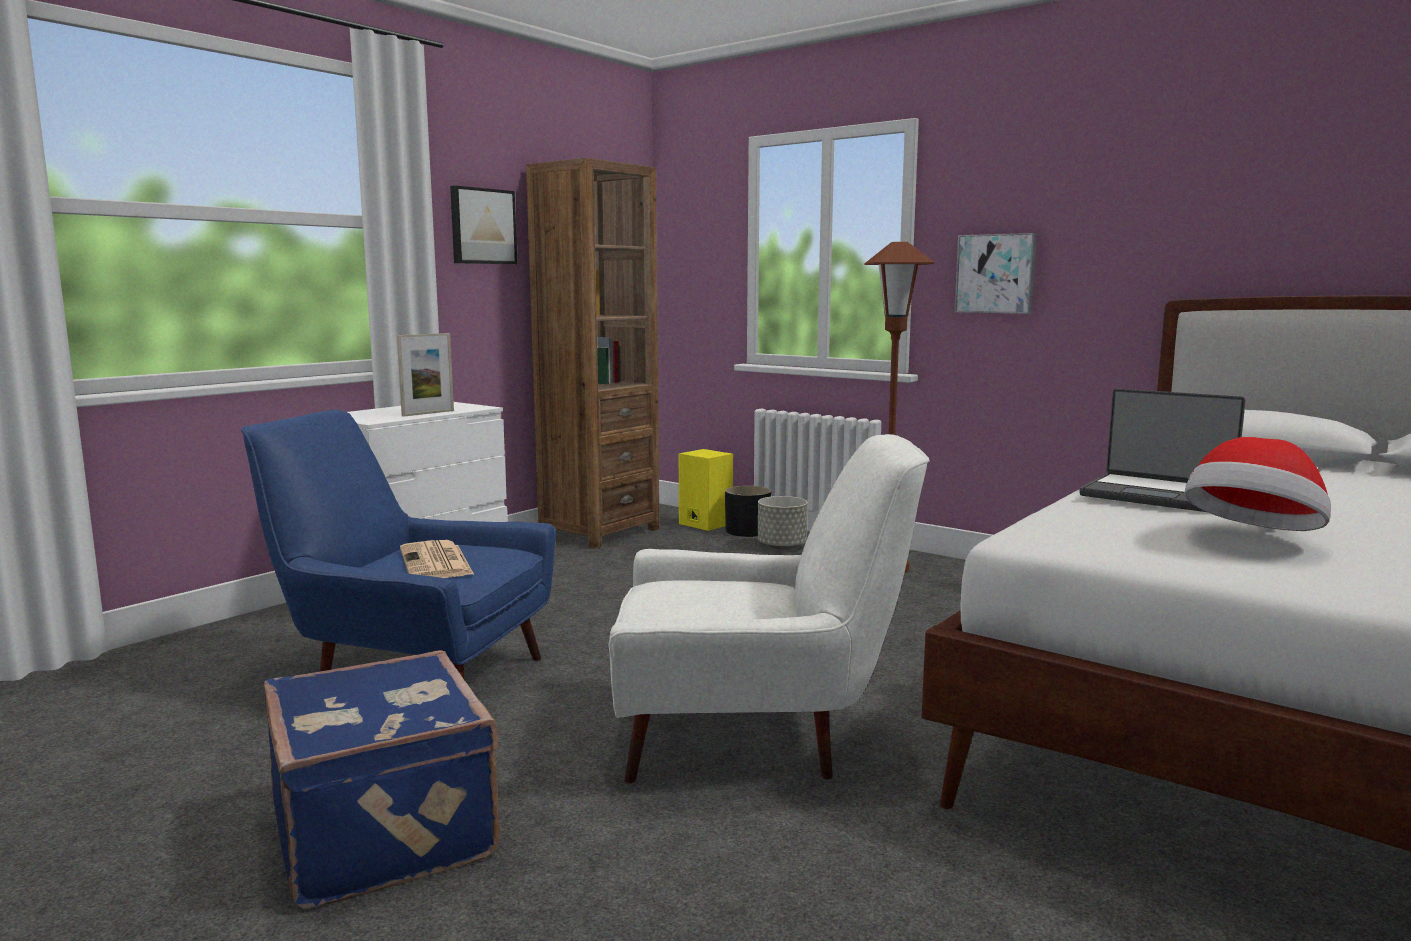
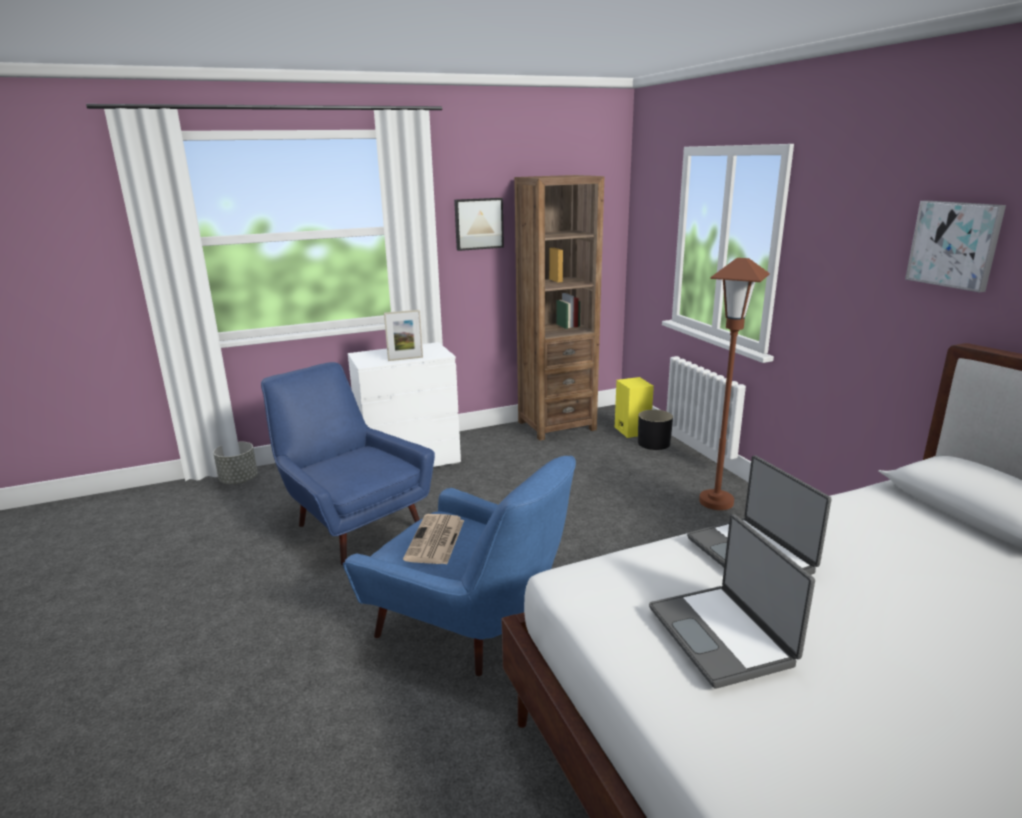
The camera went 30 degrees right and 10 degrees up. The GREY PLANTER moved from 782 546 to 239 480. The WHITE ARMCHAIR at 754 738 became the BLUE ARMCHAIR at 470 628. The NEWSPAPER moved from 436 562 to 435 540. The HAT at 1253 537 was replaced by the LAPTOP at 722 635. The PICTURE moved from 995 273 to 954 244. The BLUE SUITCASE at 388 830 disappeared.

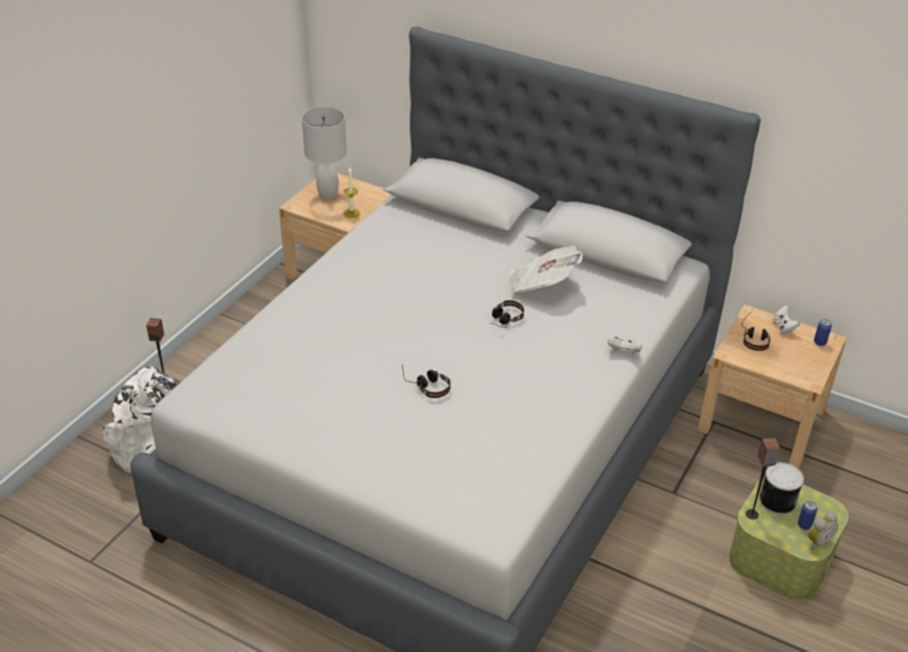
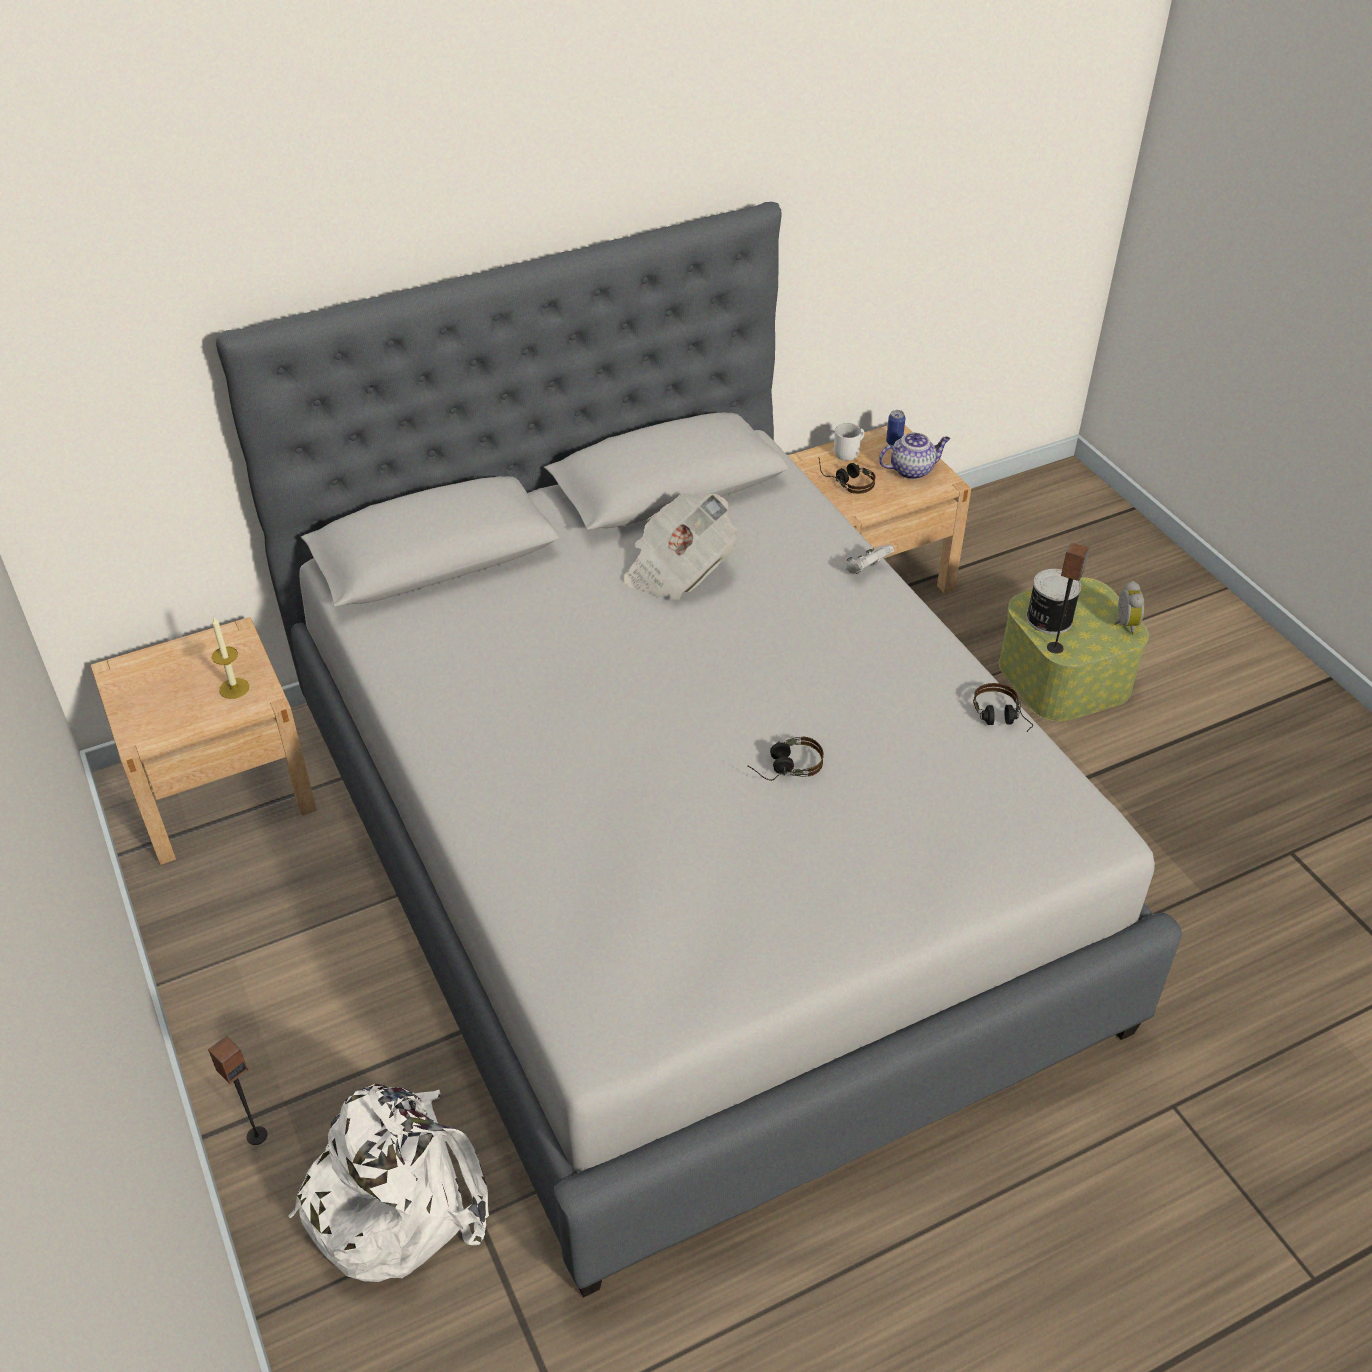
The camera went 55 degrees left and 5 degrees up. The WHITE GAME CONTROLLER at 783 327 was replaced by the WHITE MUG at 847 452. The TEAPOT at 912 470 appeared. The HEADPHONES moved from 503 321 to 1001 720. The WHITE TABLE LAMP at 327 194 disappeared. The CAN at 804 525 disappeared.

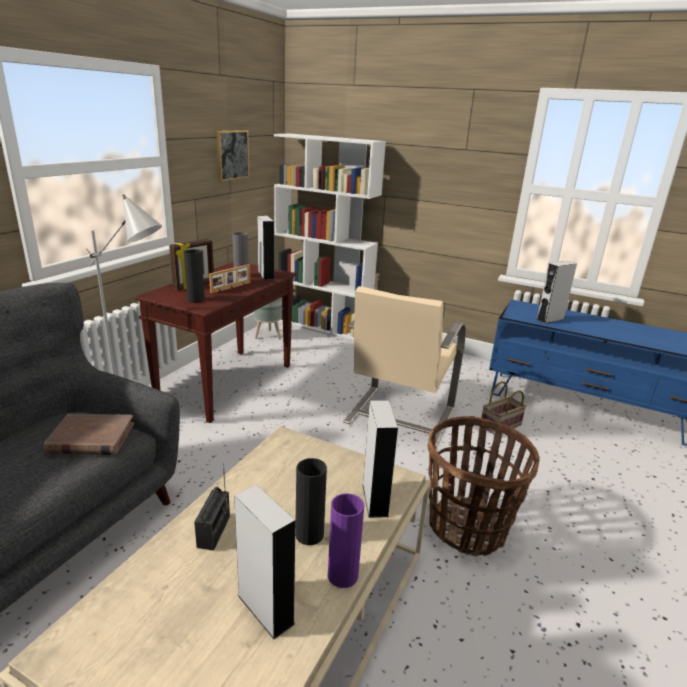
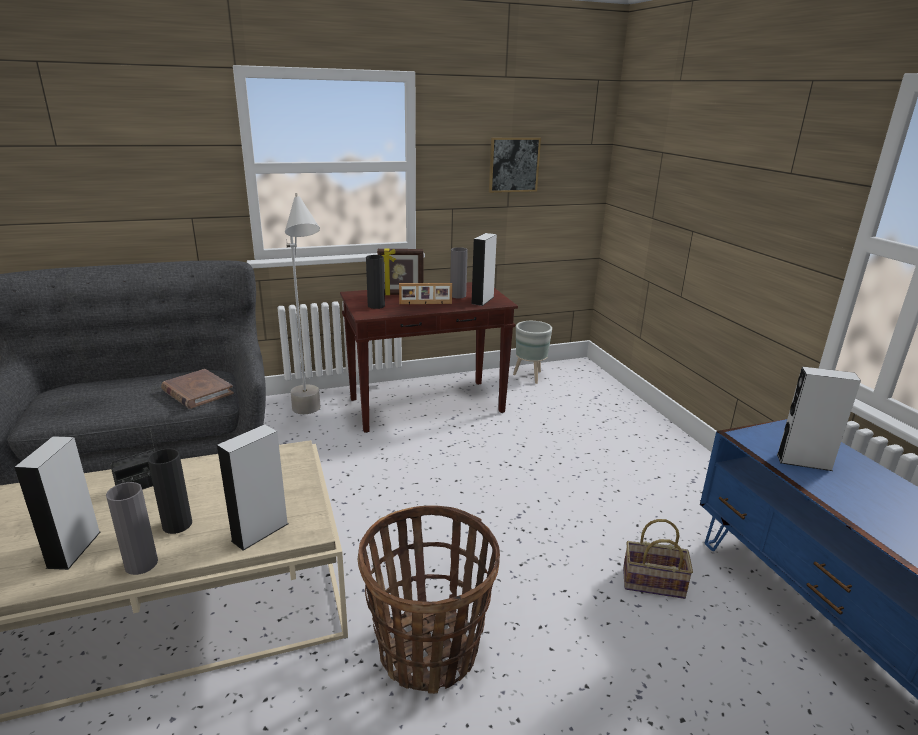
The camera went 45 degrees right and 0 degrees up. The PURPLE VASE at 342 575 became the GREY VASE at 141 564. The WHITE BOOKCASE at 322 327 disappeared. The BEIGE ARMCHAIR at 399 416 disappeared.

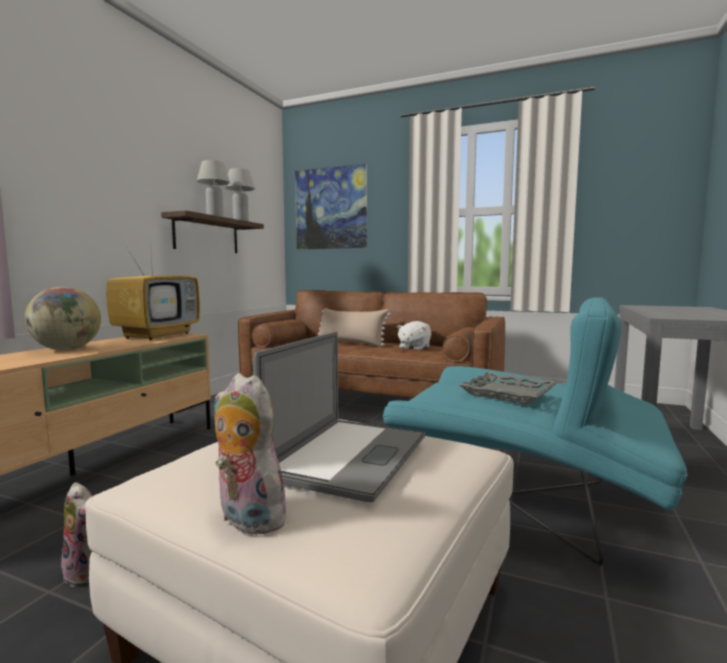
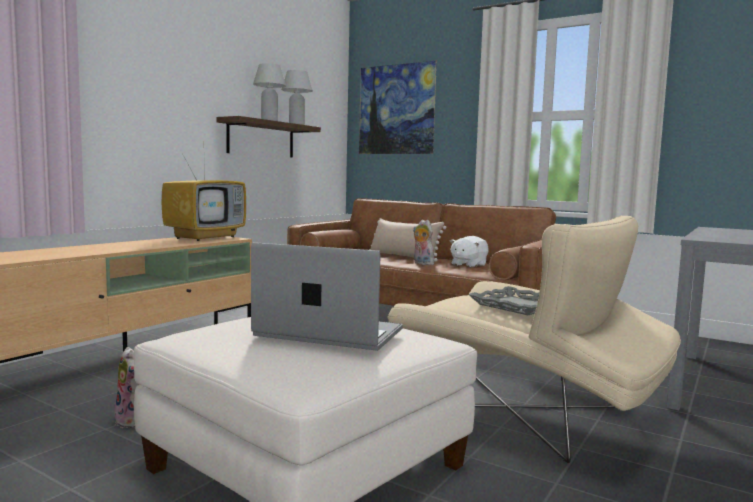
The camera went 10 degrees right and 0 degrees up. The LAPTOP at 349 455 turned 105 degrees counterclockwise. The TURQUOISE ARMCHAIR at 524 500 became the BEIGE ARMCHAIR at 530 413. The PLUSH TOY moved from 246 519 to 422 264. The GLOBE at 66 349 disappeared.

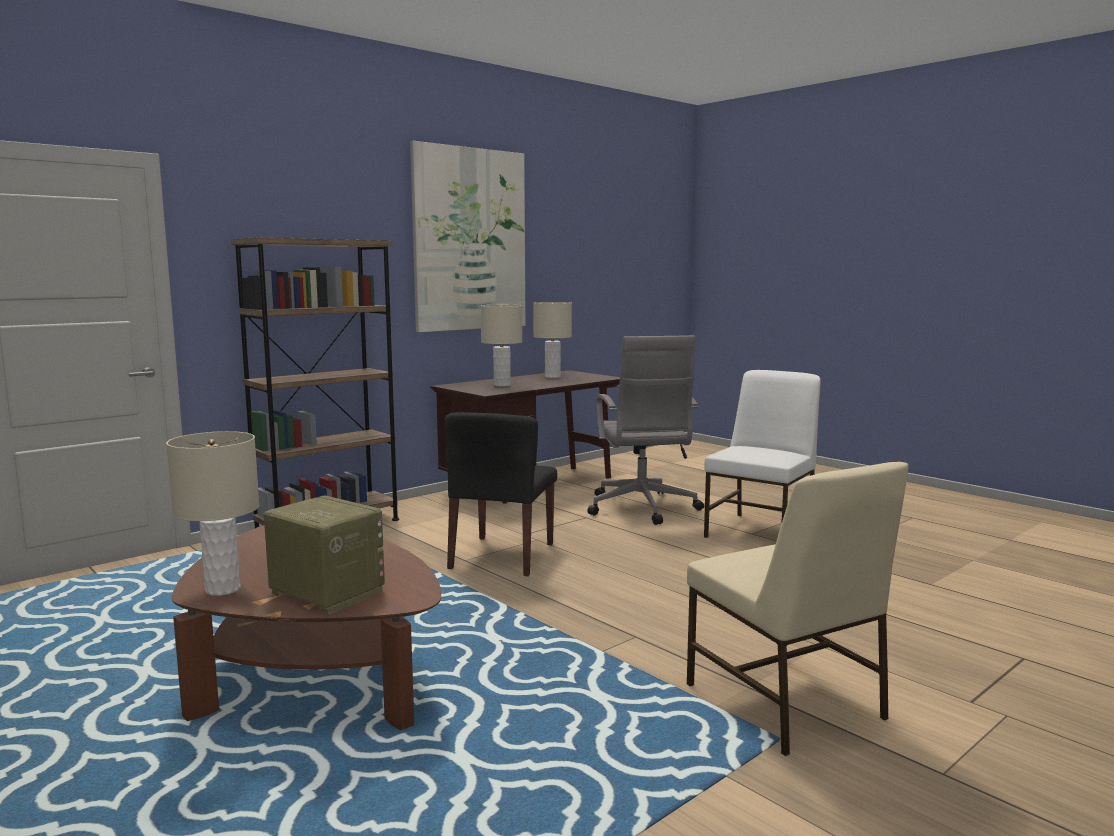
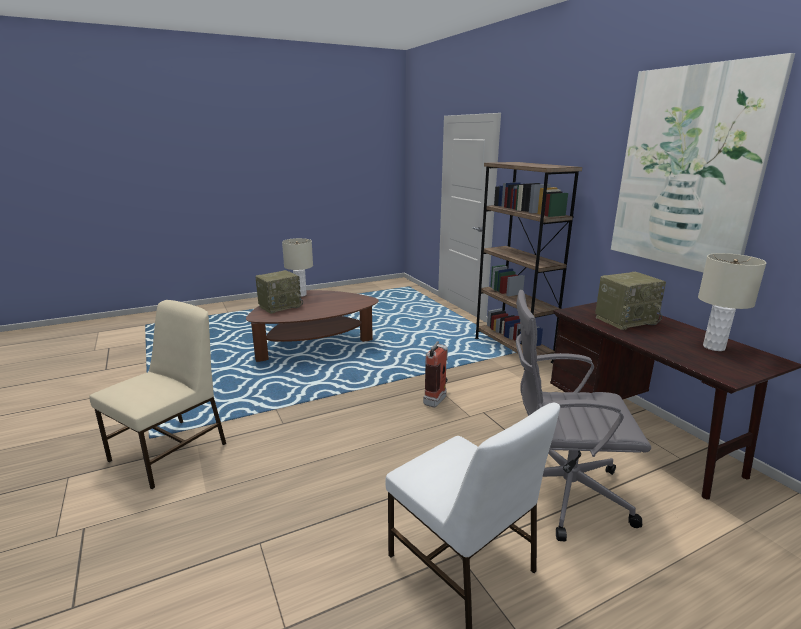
The camera went 105 degrees right and 10 degrees up. The BEIGE CHAIR at 784 703 turned 135 degrees clockwise. The BLACK CHAIR at 502 556 was replaced by the FIRE EXTINGUISHER at 437 398. The BEIGE TABLE LAMP at 501 385 was replaced by the RADIO at 625 320.

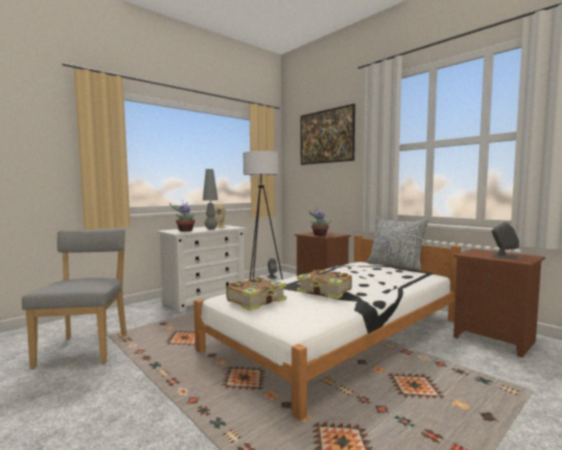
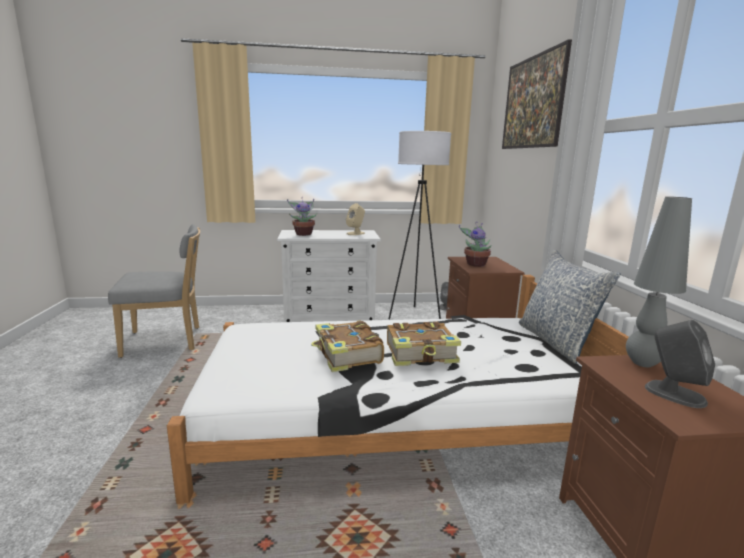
The camera went 35 degrees right and 10 degrees up. The GREY CHAIR at 86 348 turned 45 degrees clockwise. The BOOK moved from 257 301 to 421 354. The GREY TABLE LAMP moved from 211 229 to 642 364.

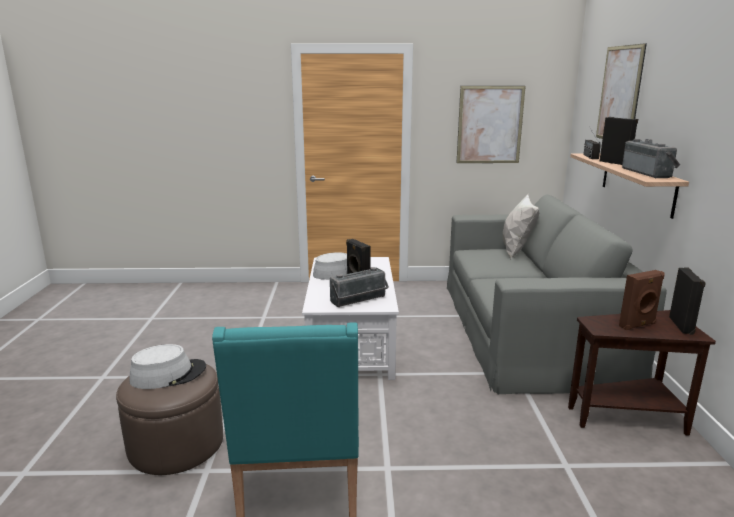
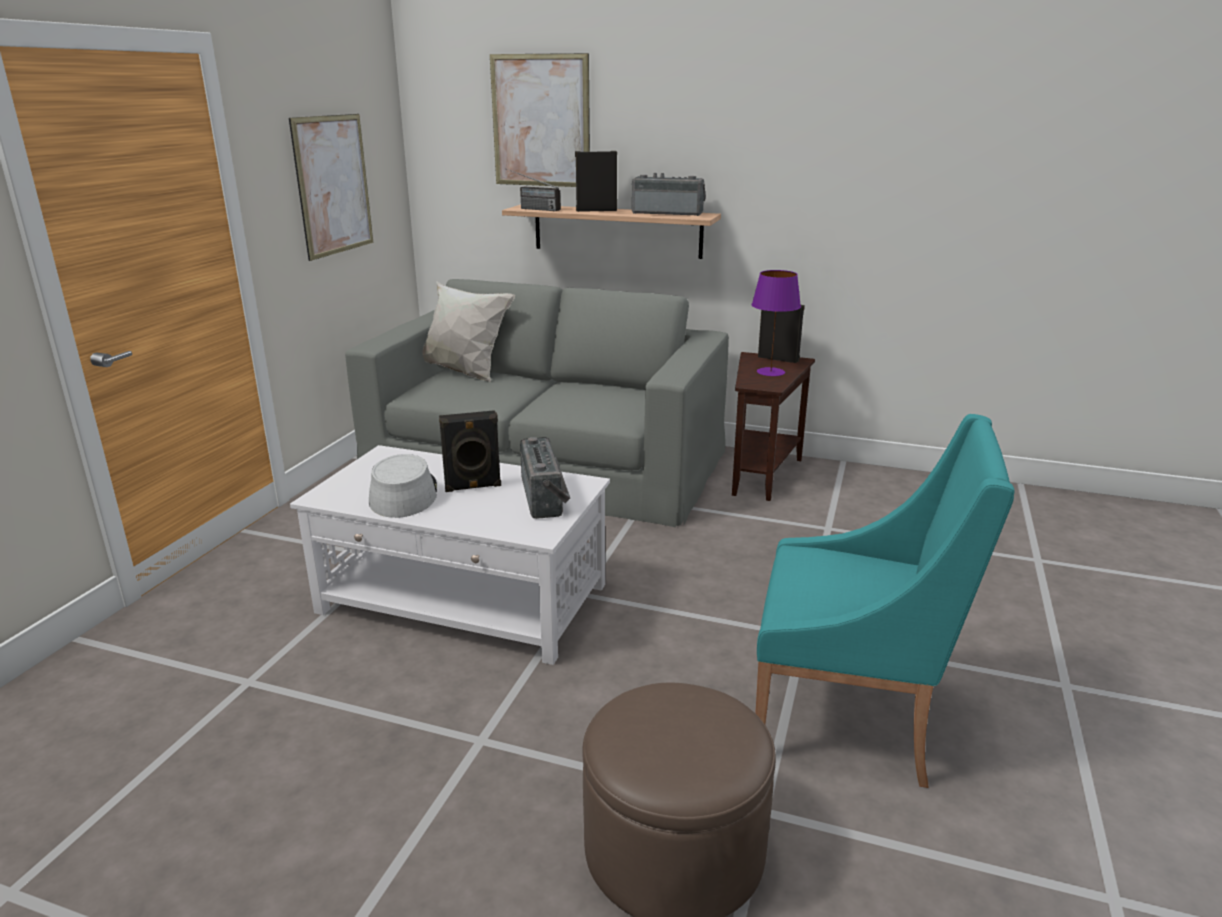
The camera went 70 degrees left and 5 degrees up. The BROWN SPEAKER at 638 325 was replaced by the PURPLE TABLE LAMP at 770 372. The GREY HAT at 168 374 disappeared.

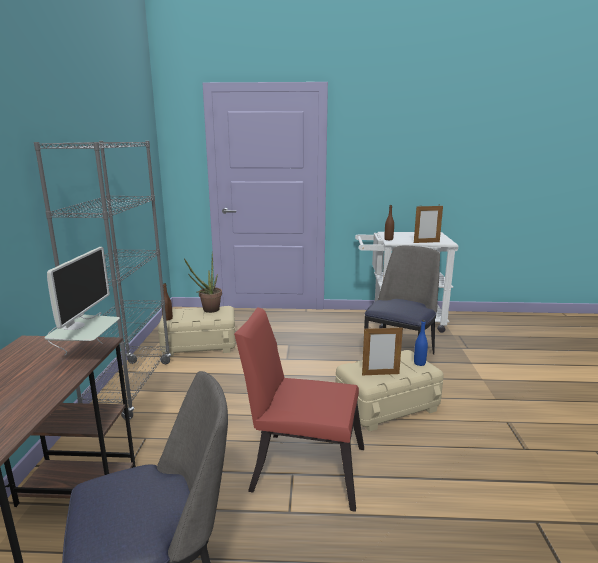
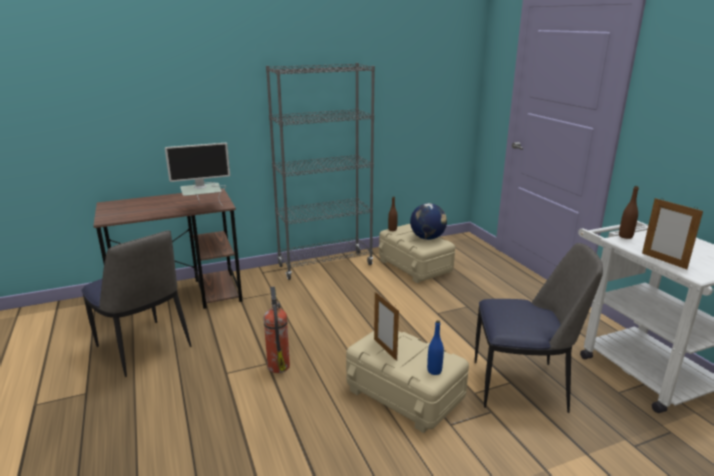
The camera went 65 degrees right and 5 degrees up. The RED CHAIR at 301 466 was replaced by the FIRE EXTINGUISHER at 278 365. The POTTED PLANT at 208 310 was replaced by the GLOBE at 427 238.

